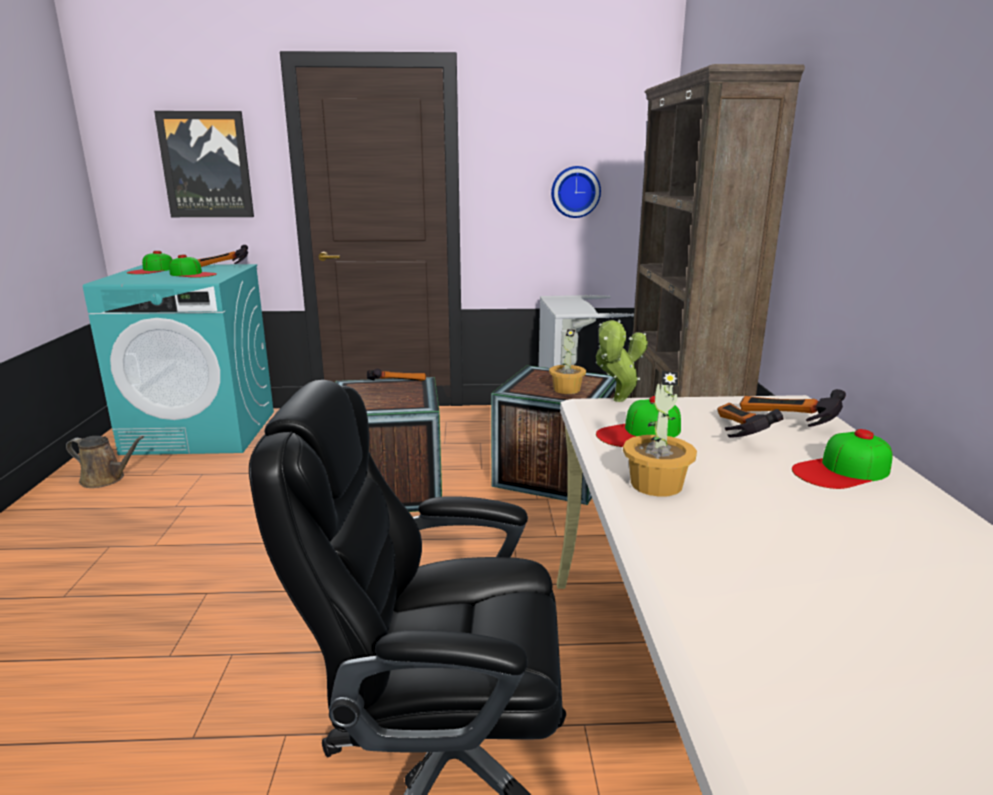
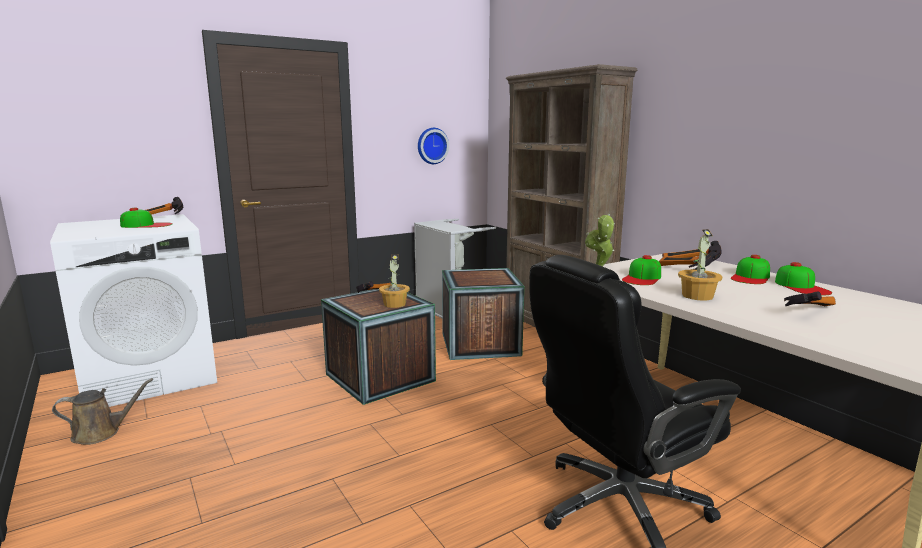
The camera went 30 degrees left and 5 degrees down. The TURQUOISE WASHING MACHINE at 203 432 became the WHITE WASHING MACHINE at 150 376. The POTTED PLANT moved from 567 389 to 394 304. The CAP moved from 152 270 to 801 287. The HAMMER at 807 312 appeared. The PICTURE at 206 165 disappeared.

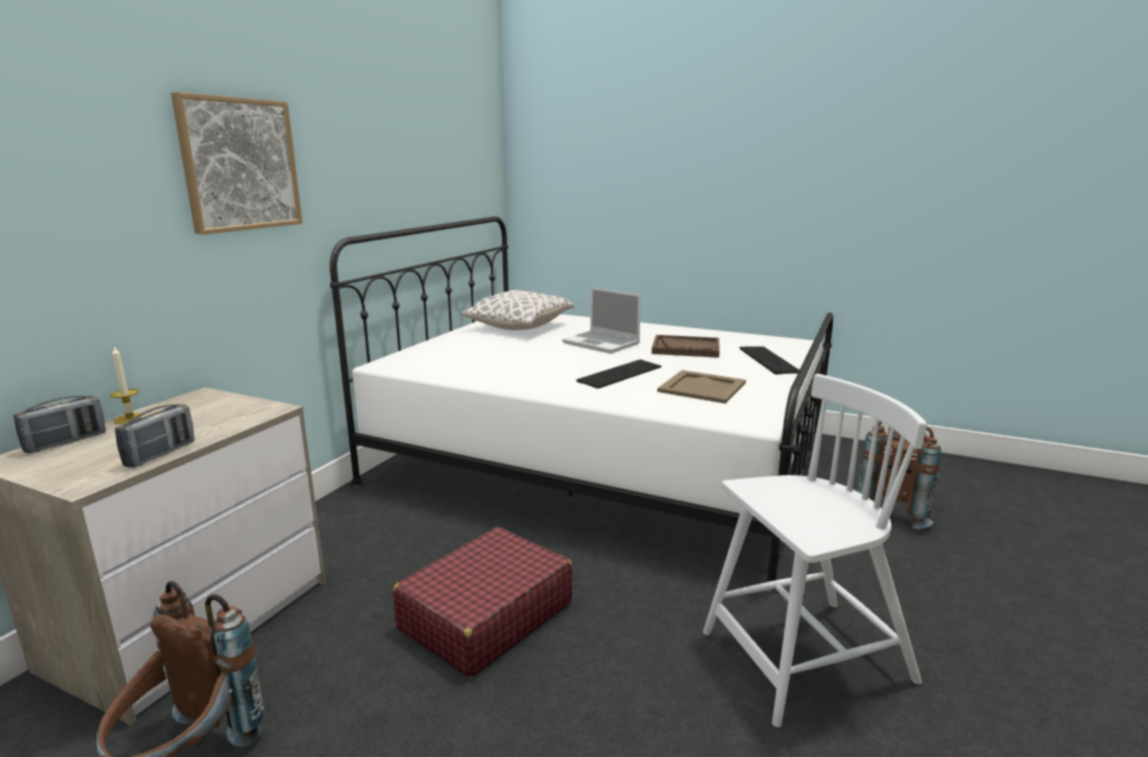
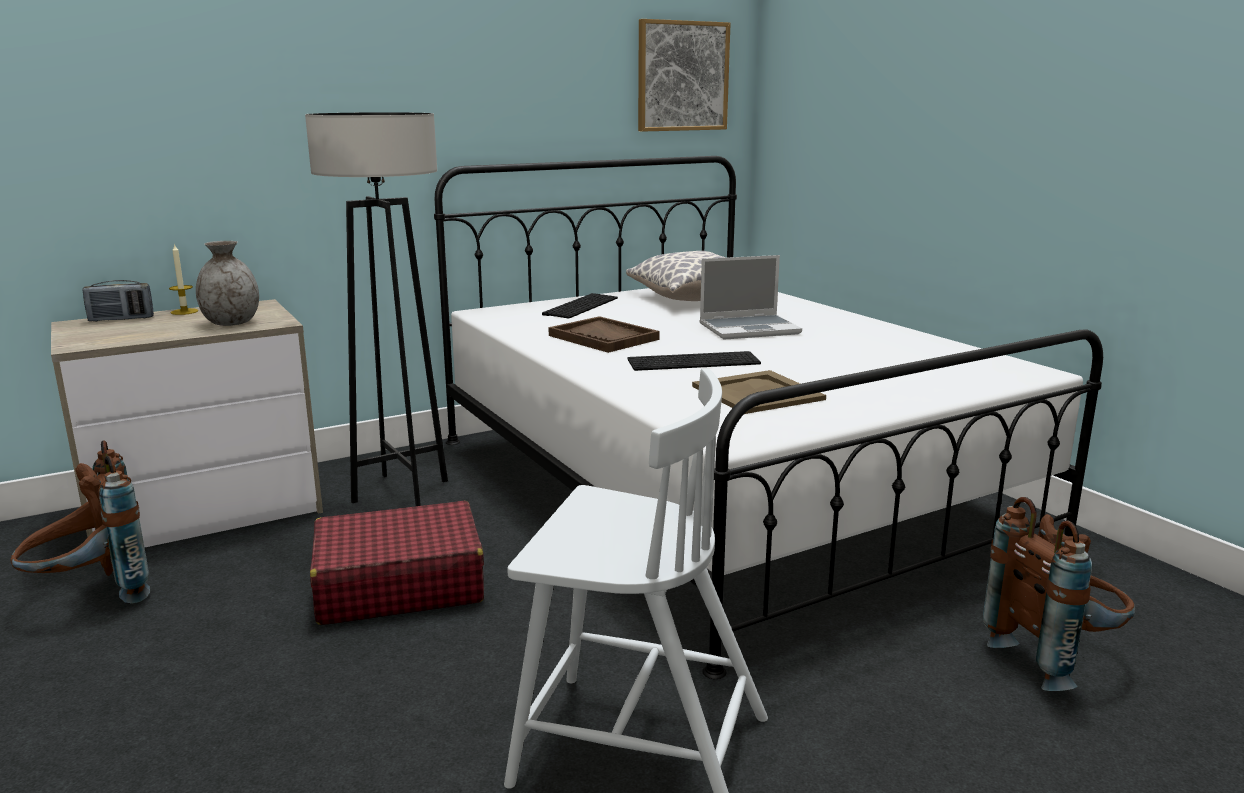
The camera went 35 degrees right and 0 degrees up. The GREY VASE at 231 323 appeared. The GREY FLOOR LAMP at 401 491 appeared. The KEYBOARD moved from 766 360 to 580 306. The BROWN TRAY moved from 686 348 to 604 337. The PICTURE moved from 240 164 to 682 76. The LAPTOP at 602 343 turned 90 degrees counterclockwise. The RADIO at 160 454 disappeared.

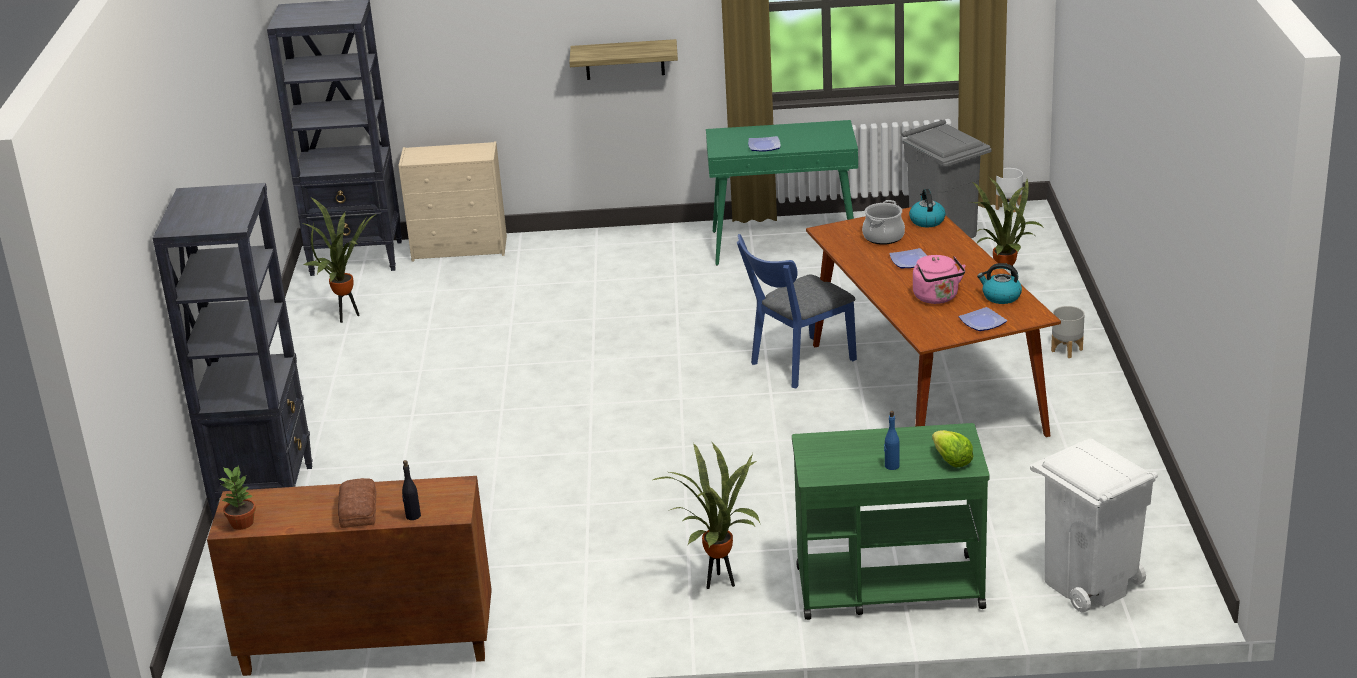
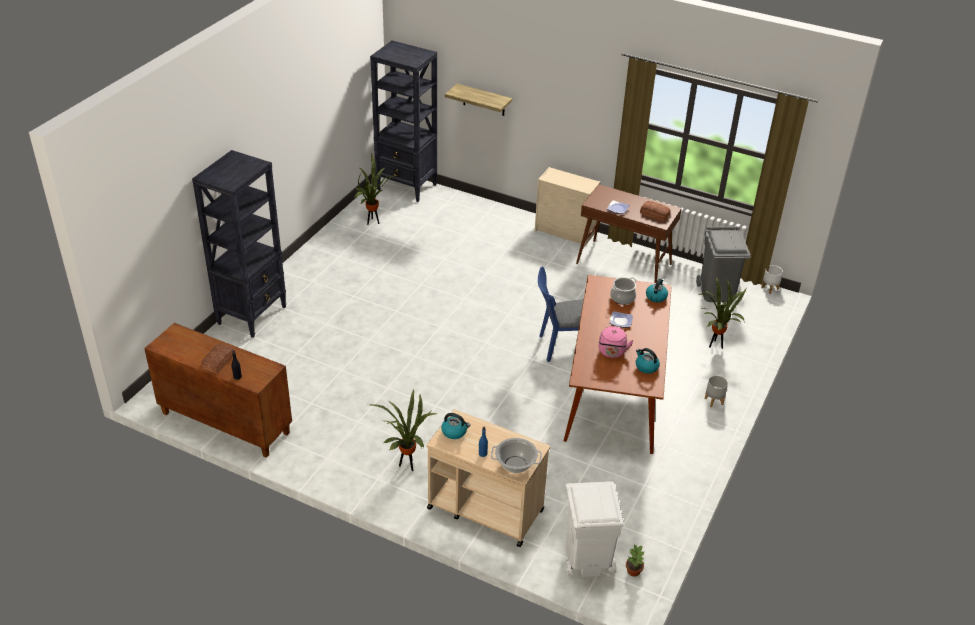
The camera went 25 degrees right and 10 degrees up. The GREEN CART at 887 587 became the BEIGE CART at 484 509. The KETTLE at 454 432 appeared. The SHELF moved from 624 59 to 484 100. The LETTUCE at 951 460 was replaced by the COOKING POT at 515 465. The BEIGE DRESSER moved from 461 248 to 565 232. The GREEN CONSOLE TABLE at 785 244 became the BROWN CONSOLE TABLE at 624 264. The POTTED PLANT moved from 242 523 to 633 571. The BREAD at 655 214 appeared. The PLATE at 982 322 disappeared.

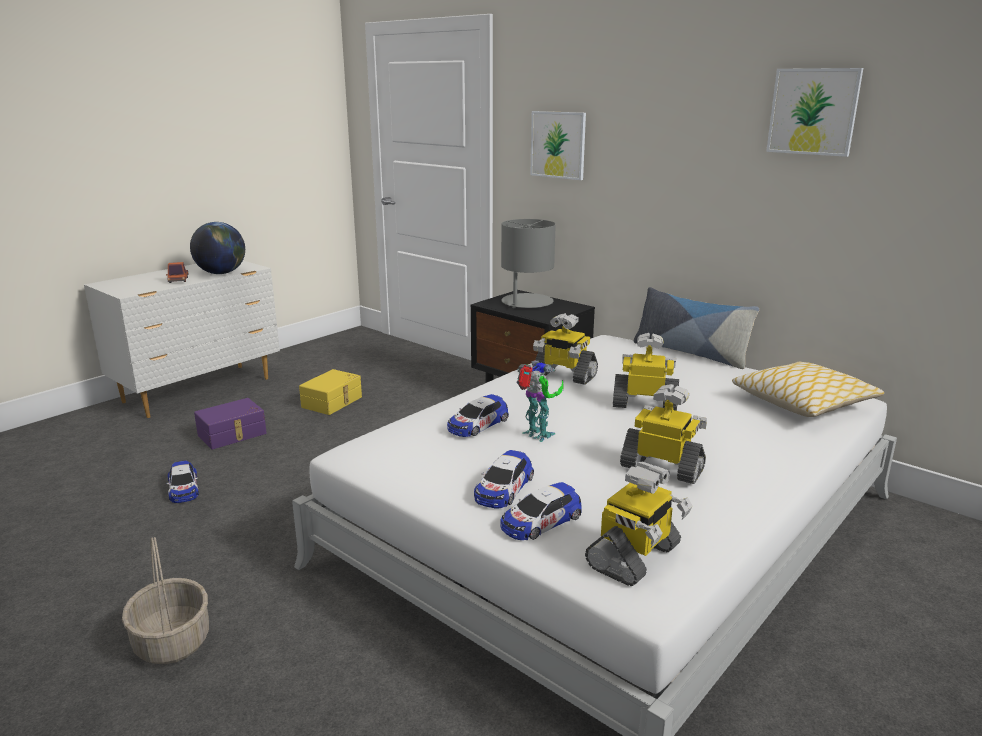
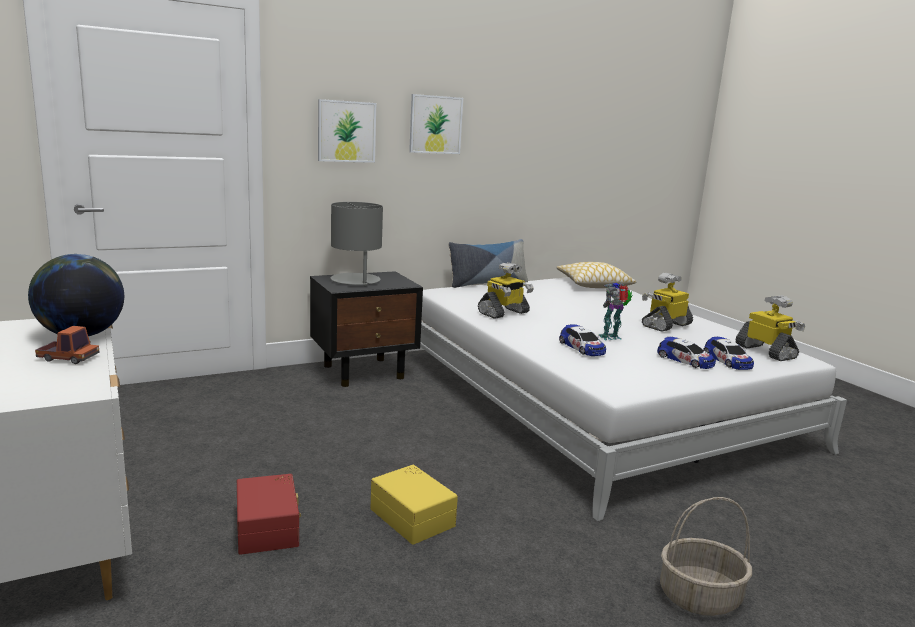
The camera went 70 degrees left and 5 degrees down. The PURPLE STORAGE BOX at 233 435 became the RED STORAGE BOX at 269 527. The YELLOW STORAGE BOX moved from 333 402 to 414 516. The PICTURE moved from 813 111 to 435 124. The TOY CAR at 183 488 disappeared. The TOY ROBOT at 645 404 disappeared.

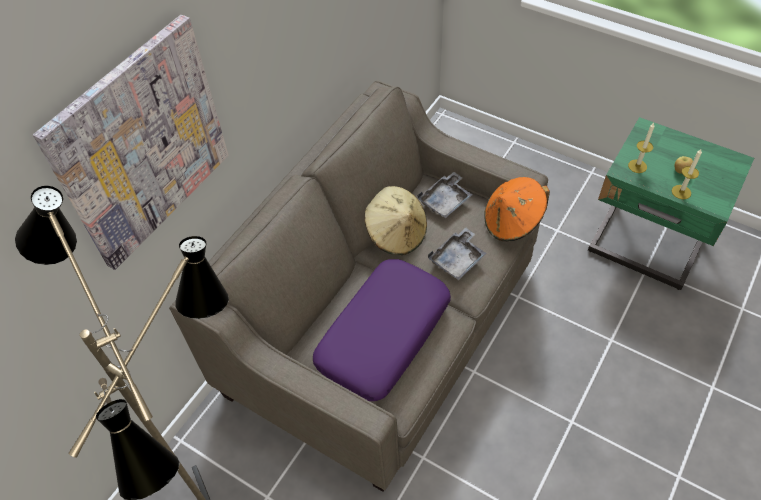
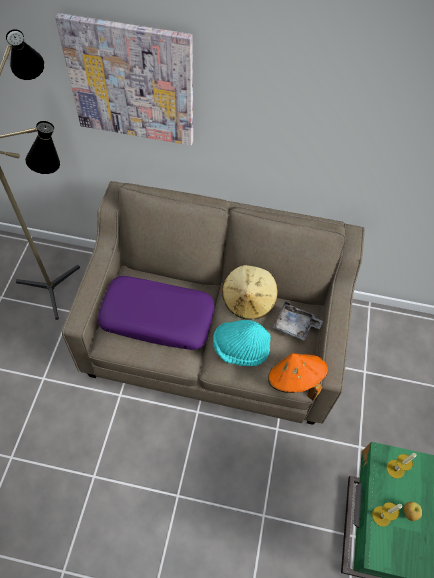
The camera went 65 degrees right and 5 degrees up. The GREY TRAY at 457 259 was replaced by the TURQUOISE HAT at 240 348.

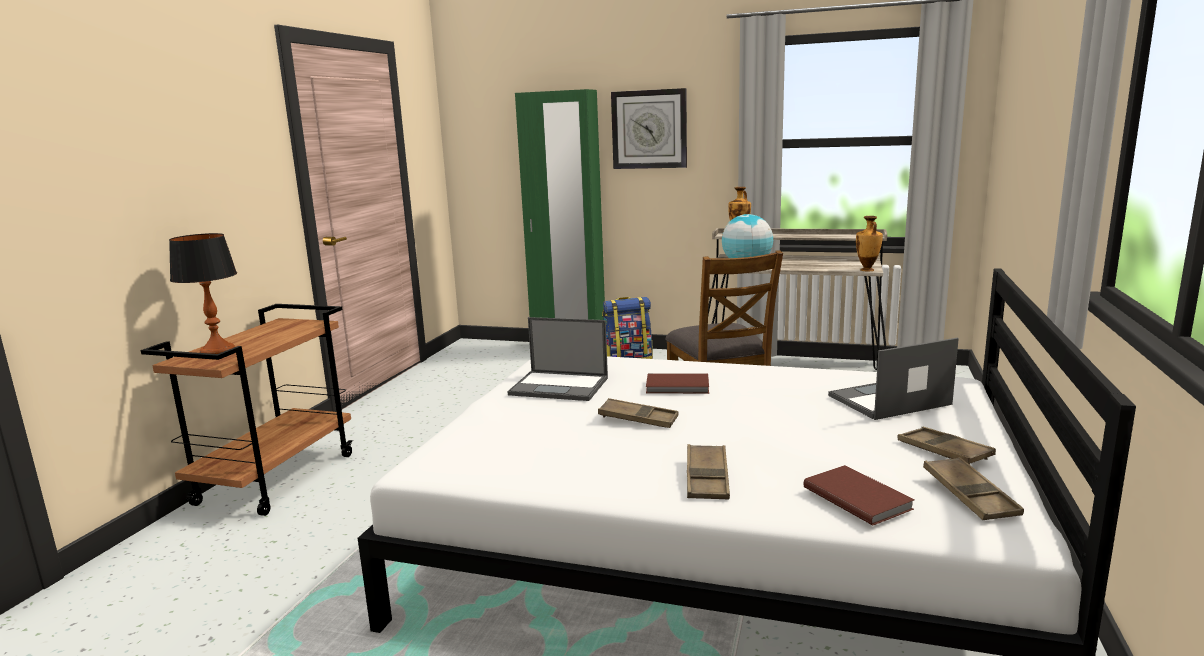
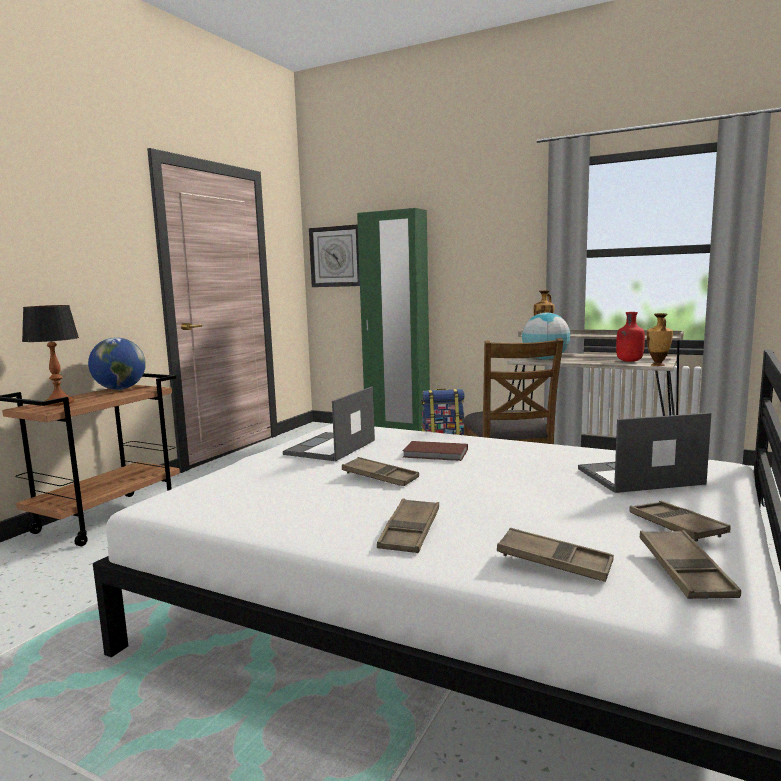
The camera went 10 degrees right and 5 degrees down. The GLOBE at 120 389 appeared. The LAPTOP at 560 386 turned 90 degrees clockwise. The WALL CLOCK moved from 649 129 to 336 256. The BROWN BOOK at 857 497 was replaced by the BROWN TRAY at 554 562. The RED BOTTLE at 629 361 appeared.

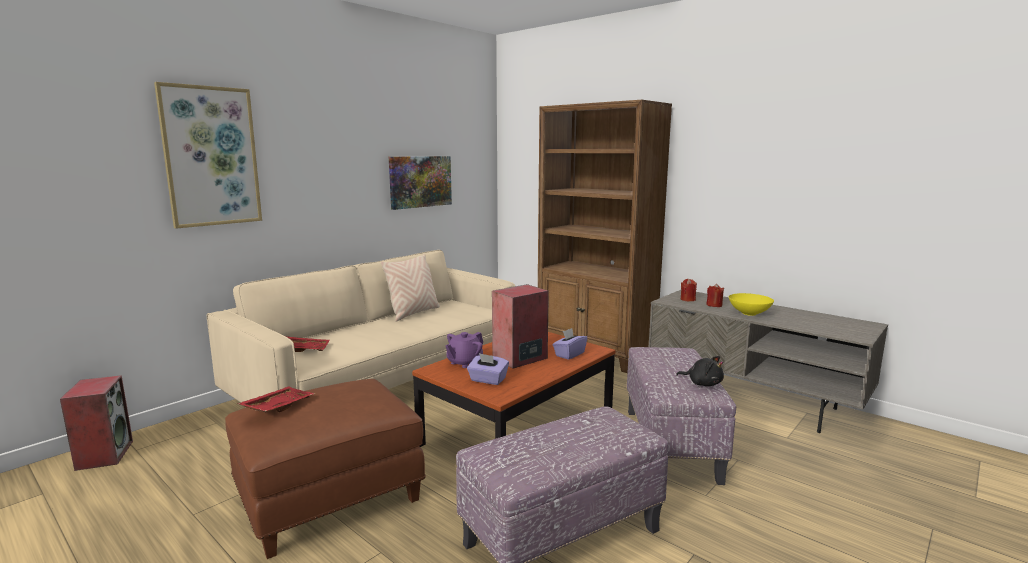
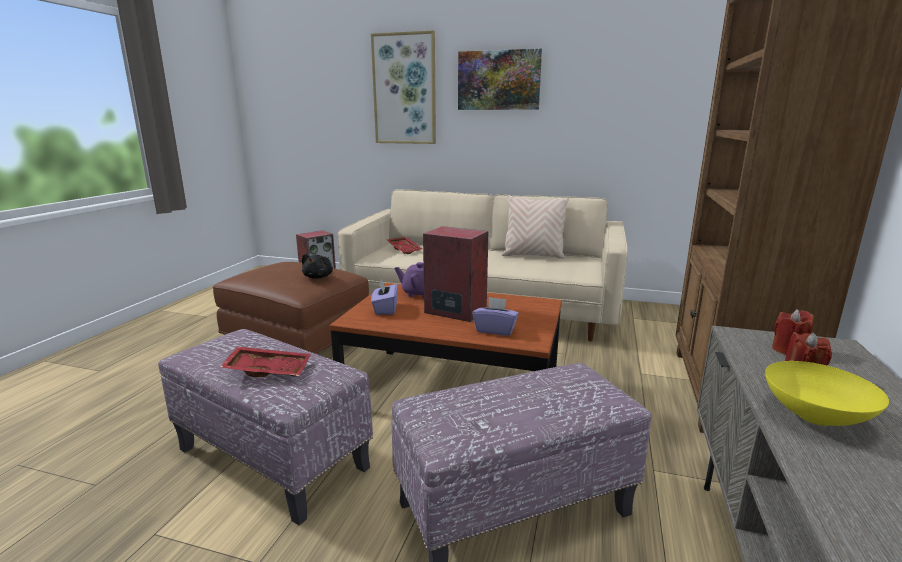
The camera went 65 degrees right and 5 degrees up. The RED TRAY moved from 277 407 to 269 370. The BLACK PLUSH TOY moved from 702 383 to 318 277. The PICTURE moved from 420 181 to 499 80.

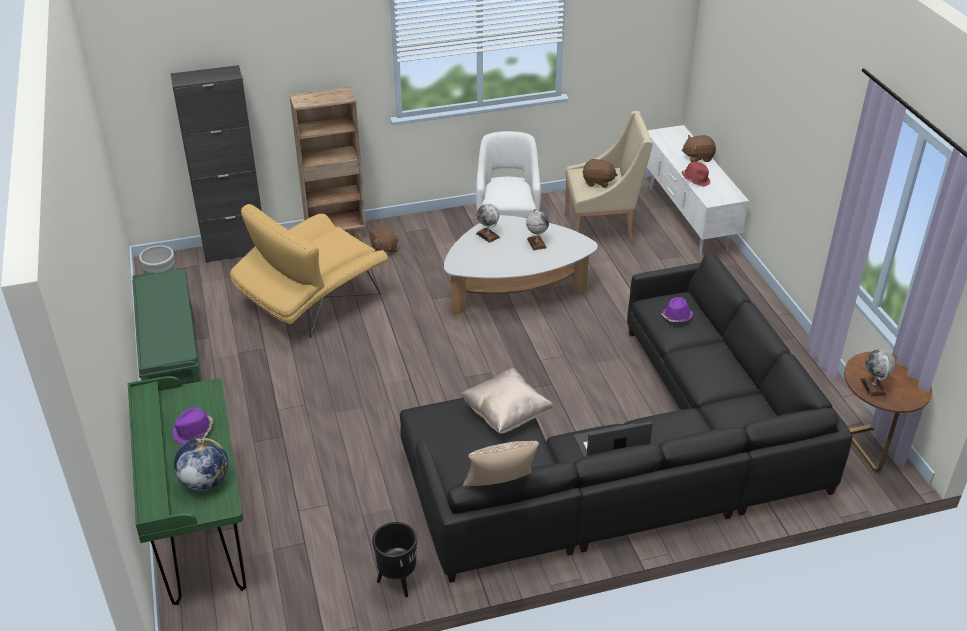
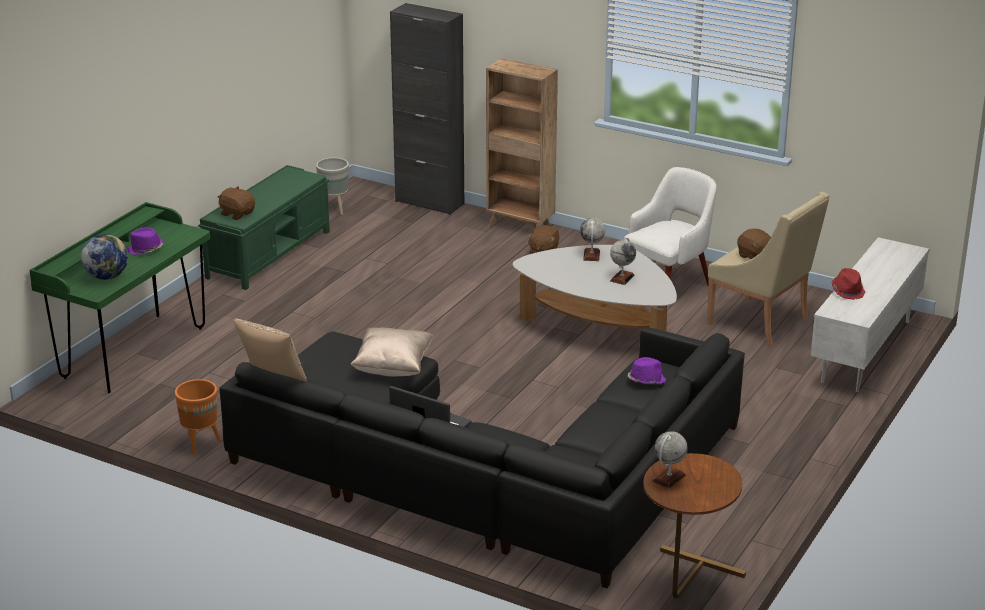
The camera went 45 degrees right and 10 degrees down. The BLACK PLANTER at 397 582 became the ORANGE PLANTER at 200 443. The BROWN PLUSH TOY moved from 698 157 to 237 214. The YELLOW ARMCHAIR at 312 303 disappeared.

